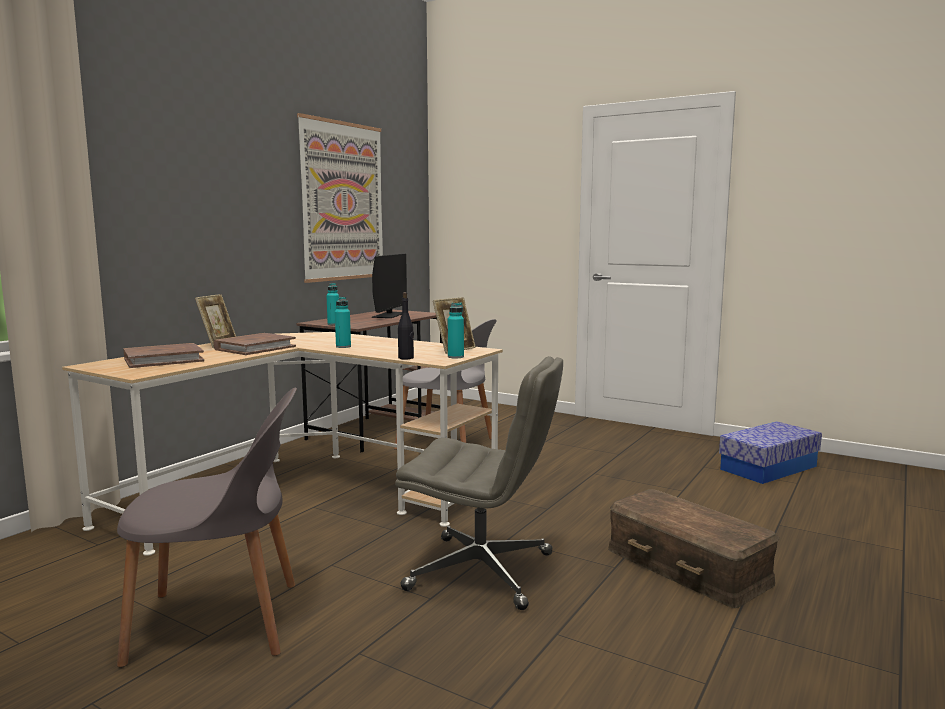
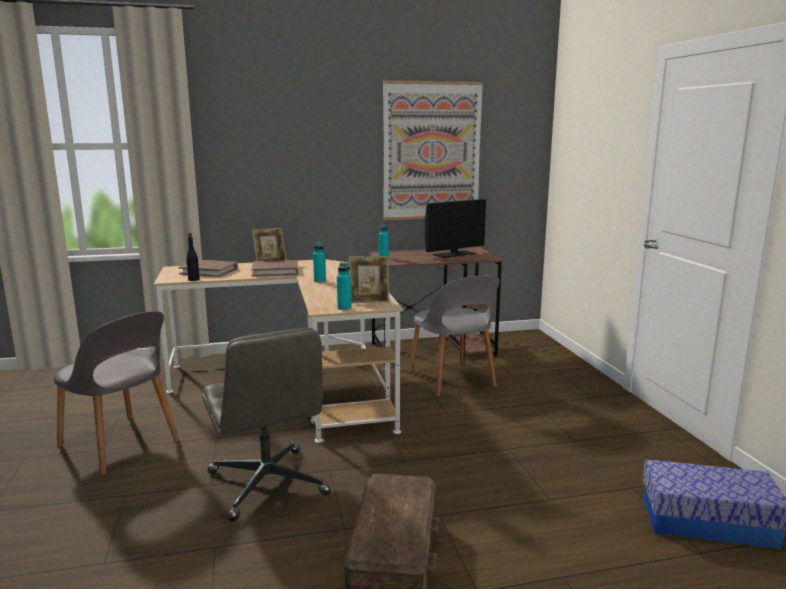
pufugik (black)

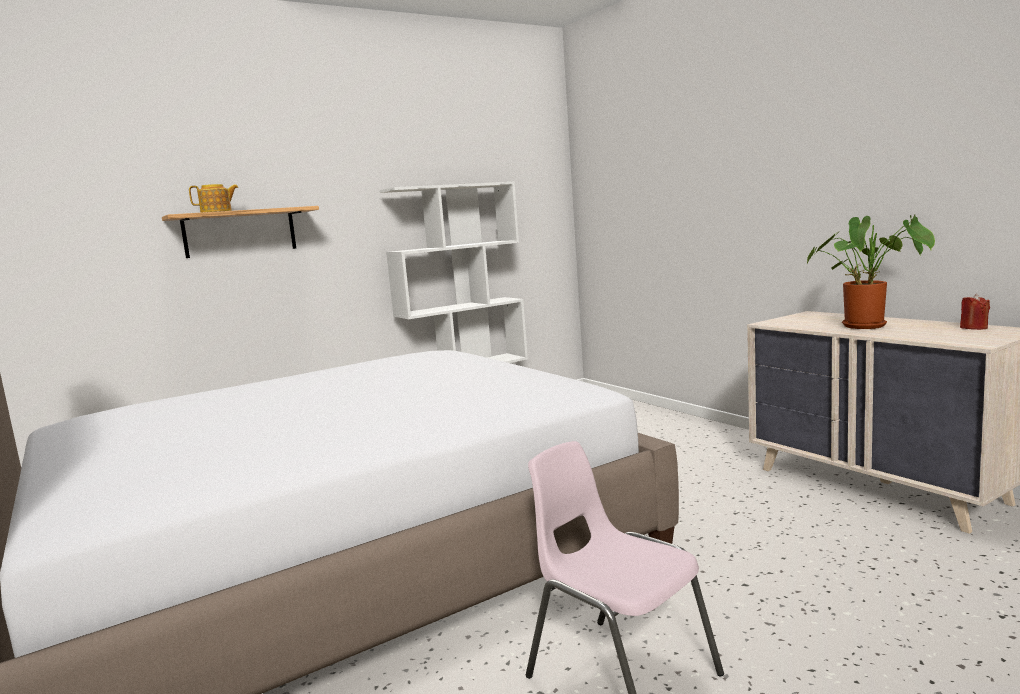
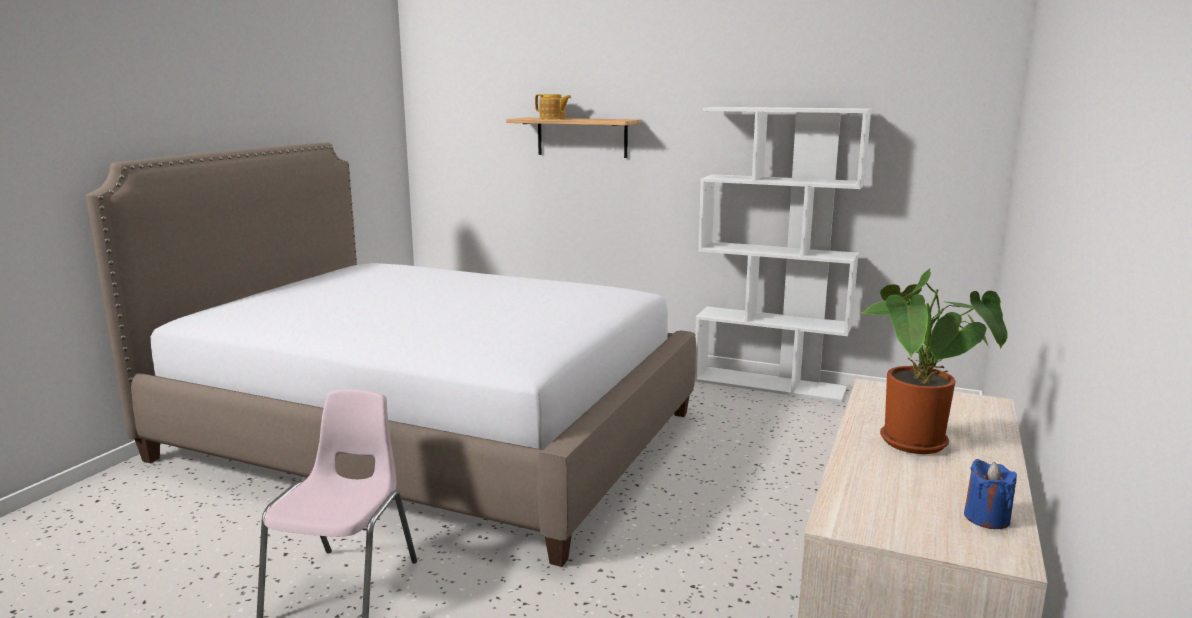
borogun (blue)

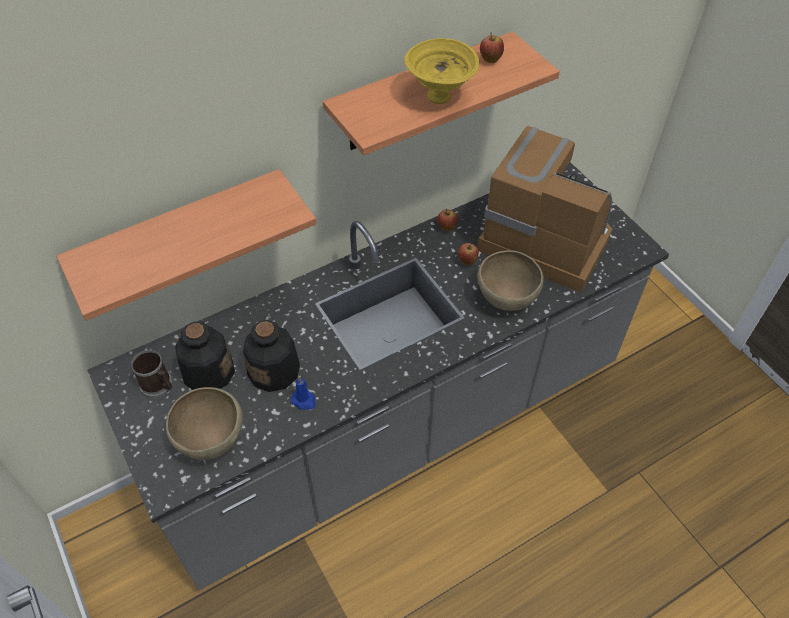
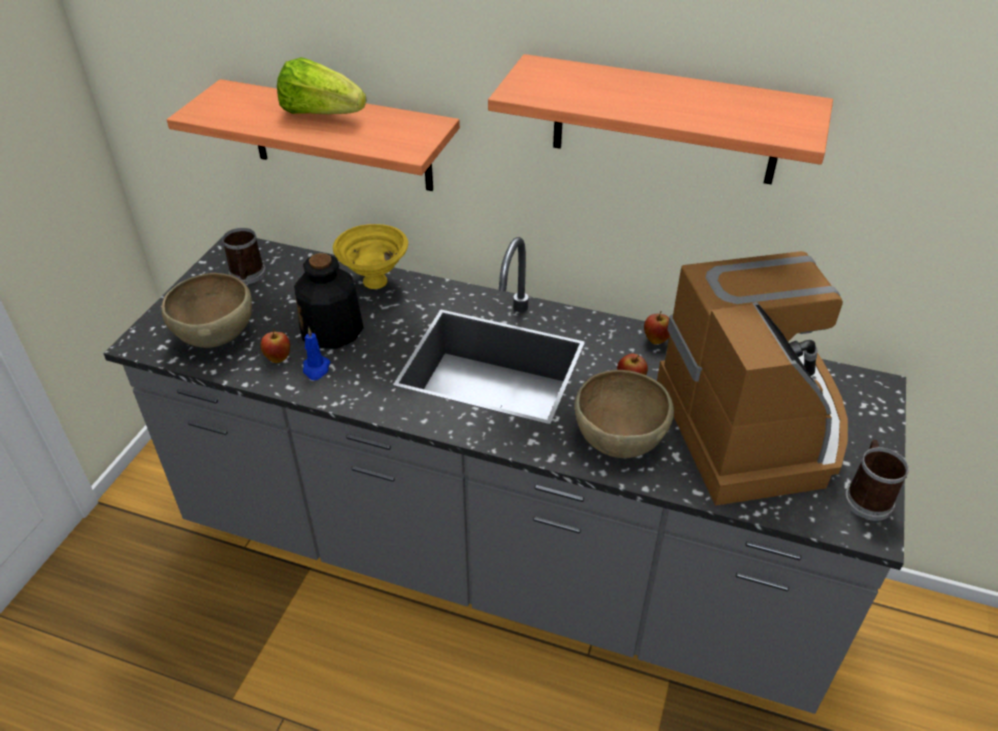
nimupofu (1st from left)
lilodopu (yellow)
pufugik (1st from left in the first image)
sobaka
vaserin (2nd from left)

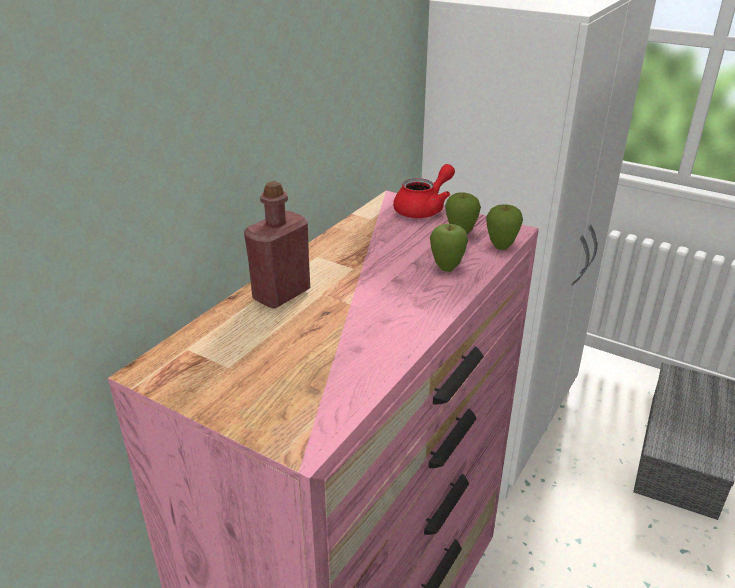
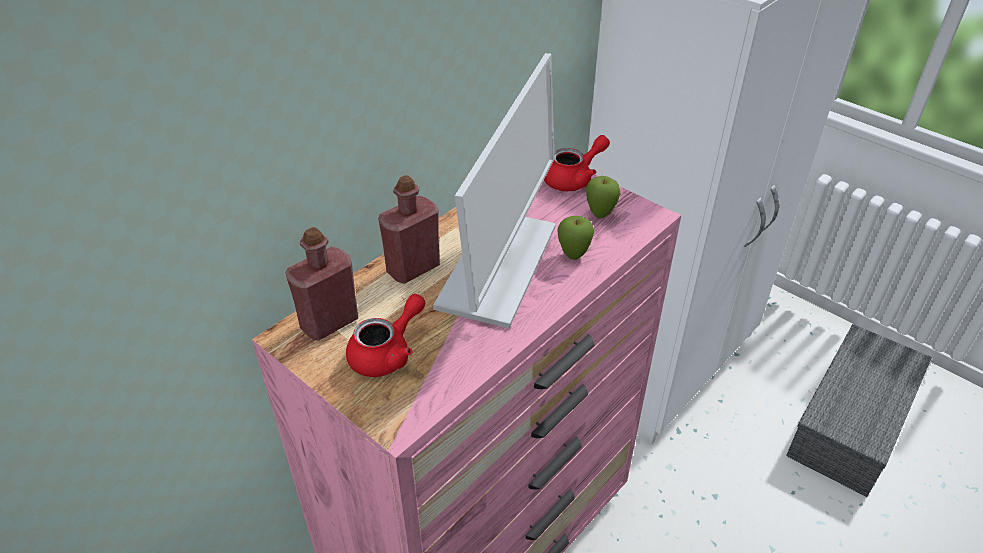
nimupofu (3rd from left in the first image)
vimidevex
pufugik (red) (1st from left)
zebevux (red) (1st from left)

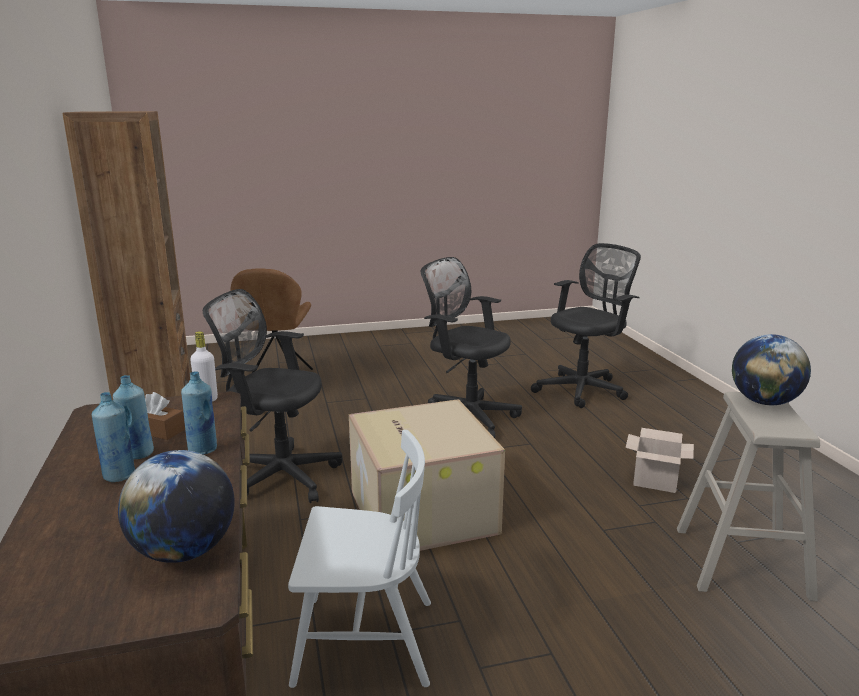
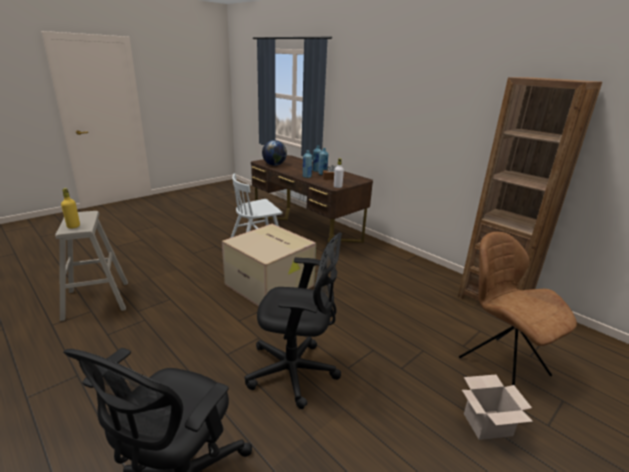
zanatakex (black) (1st from left in the first image)
pufugik (yellow)
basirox (2nd from left)

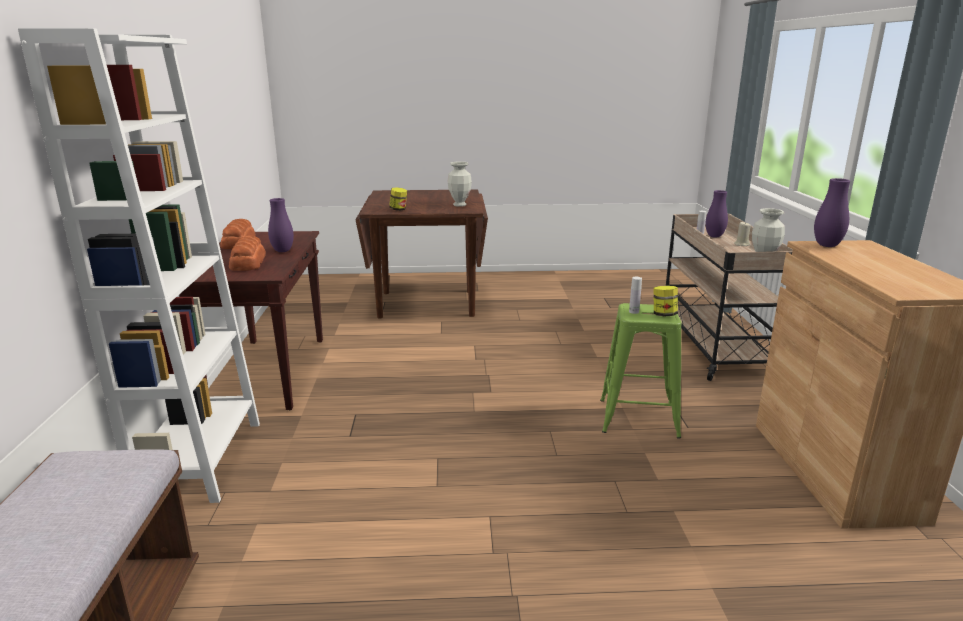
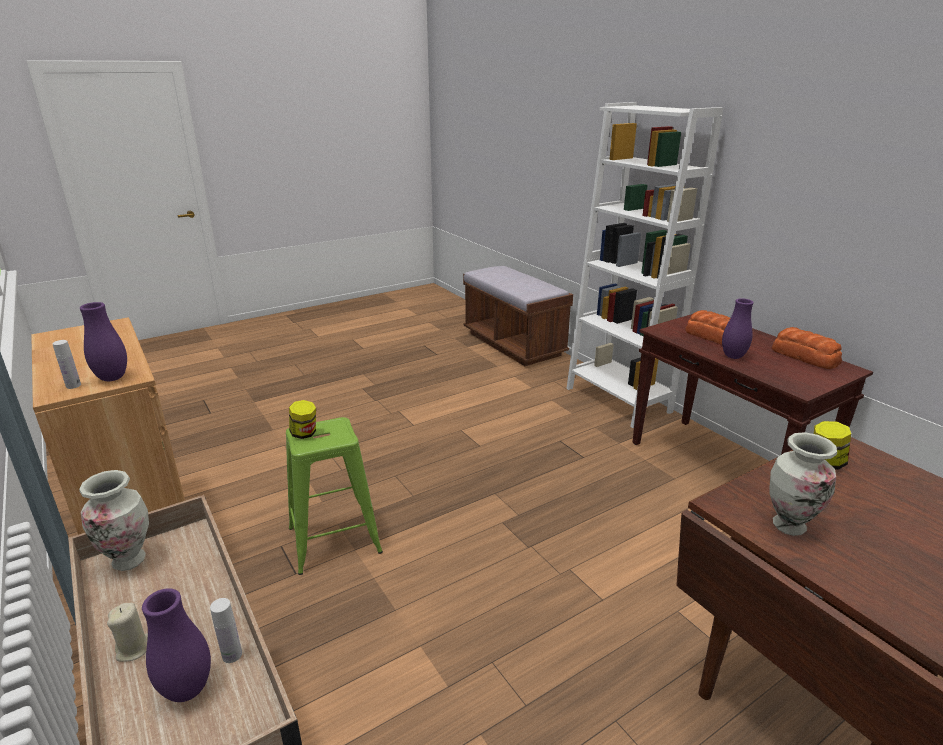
pufugik (white) (1st from left)

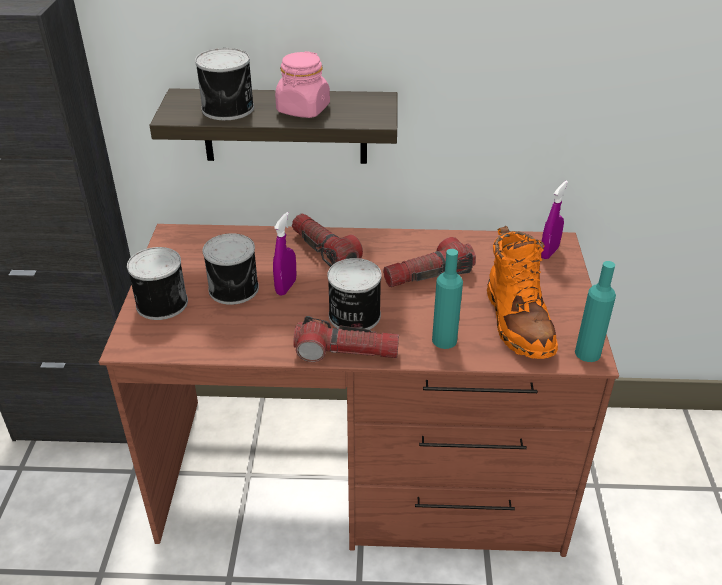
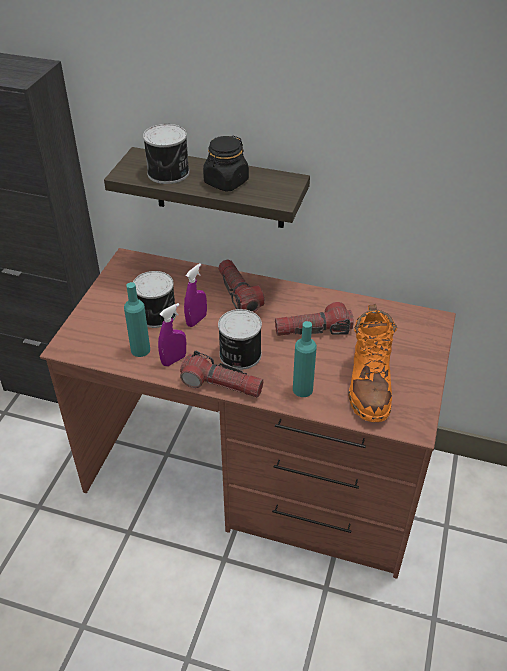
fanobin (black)
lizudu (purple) (1st from left)
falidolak (1st from left in the first image)
pufugik (turquoise) (1st from left)

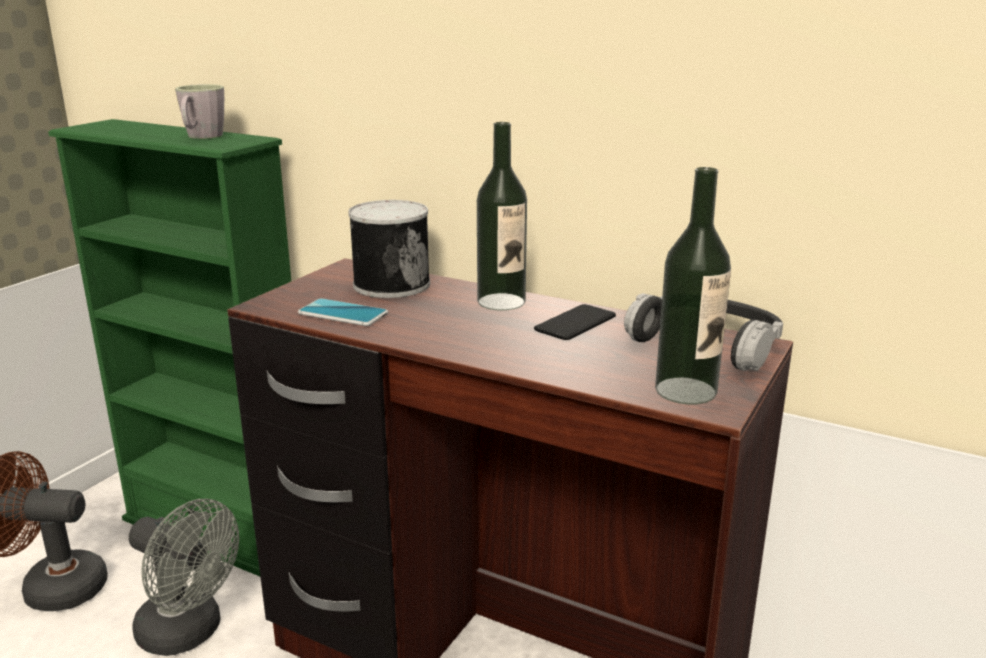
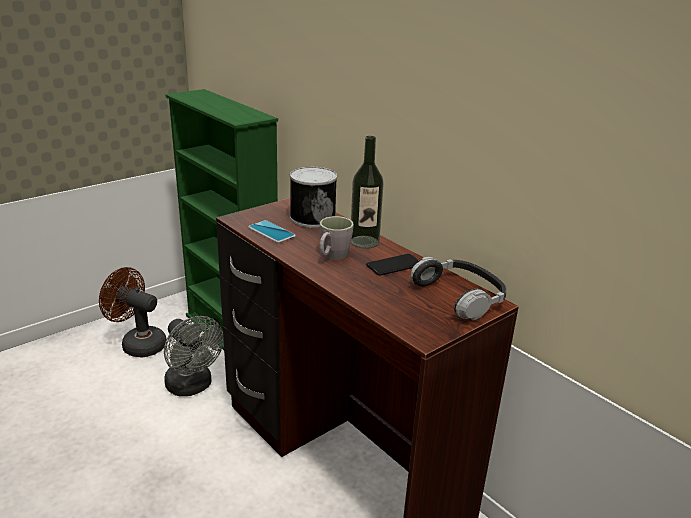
vaserin (grey)
pufugik (2nd from left in the first image)

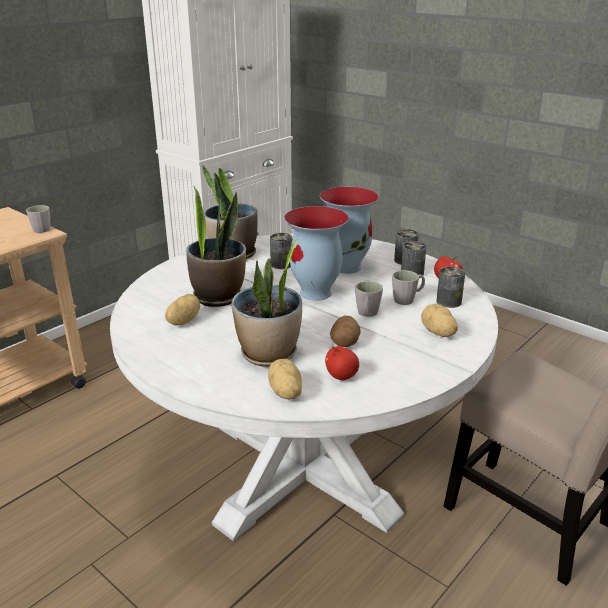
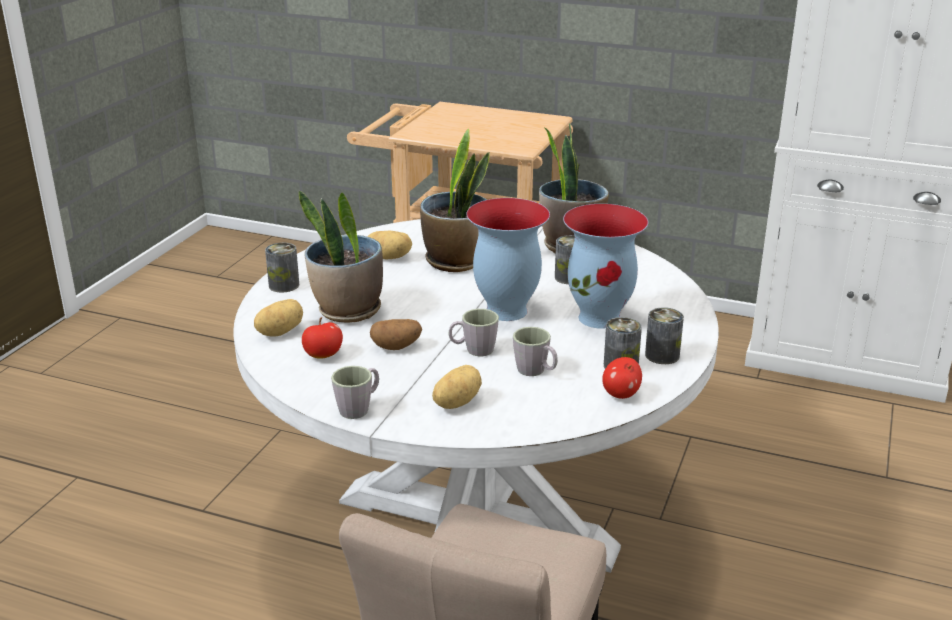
vaserin (grey) (1st from left)
falidolak (1st from left)

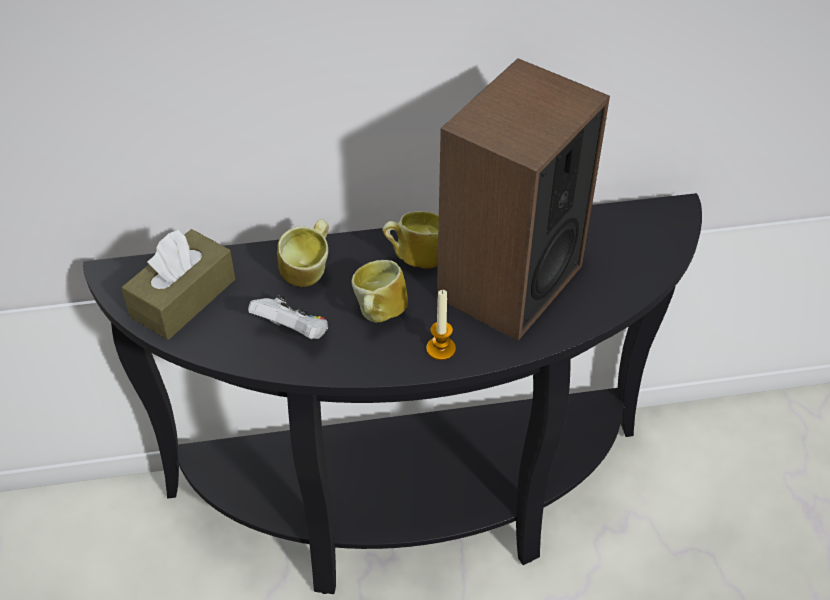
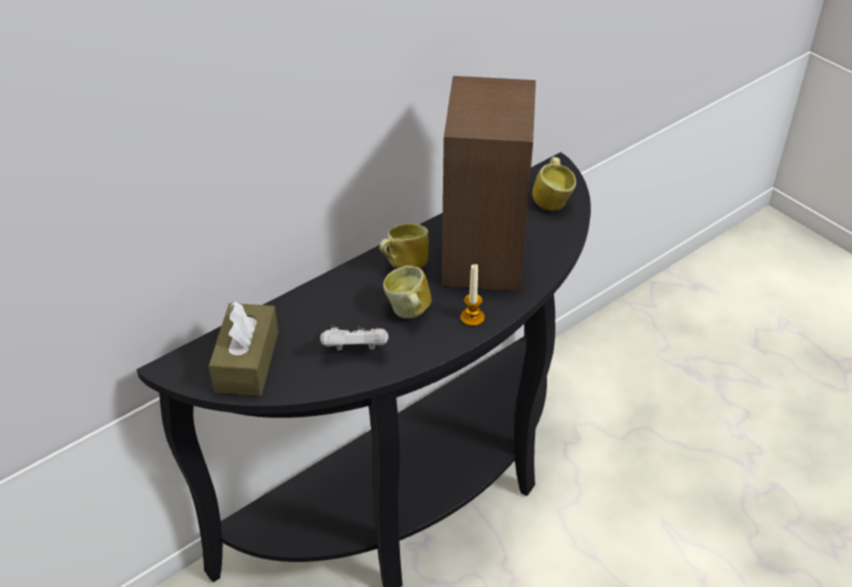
vaserin (3rd from left)

